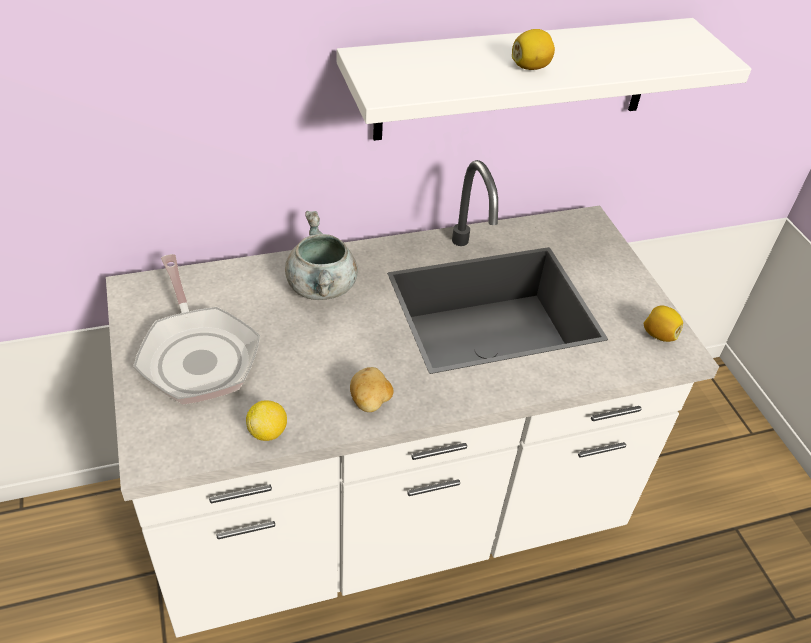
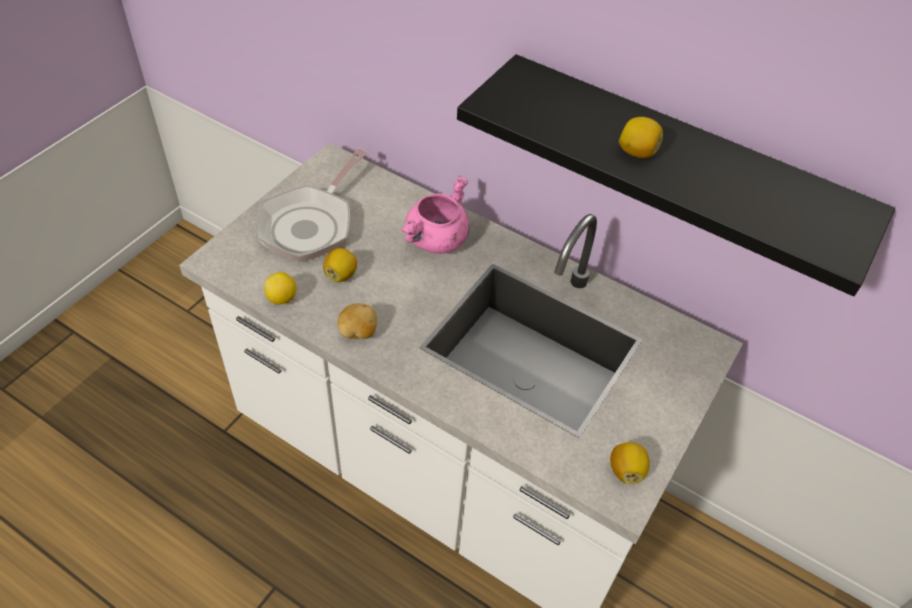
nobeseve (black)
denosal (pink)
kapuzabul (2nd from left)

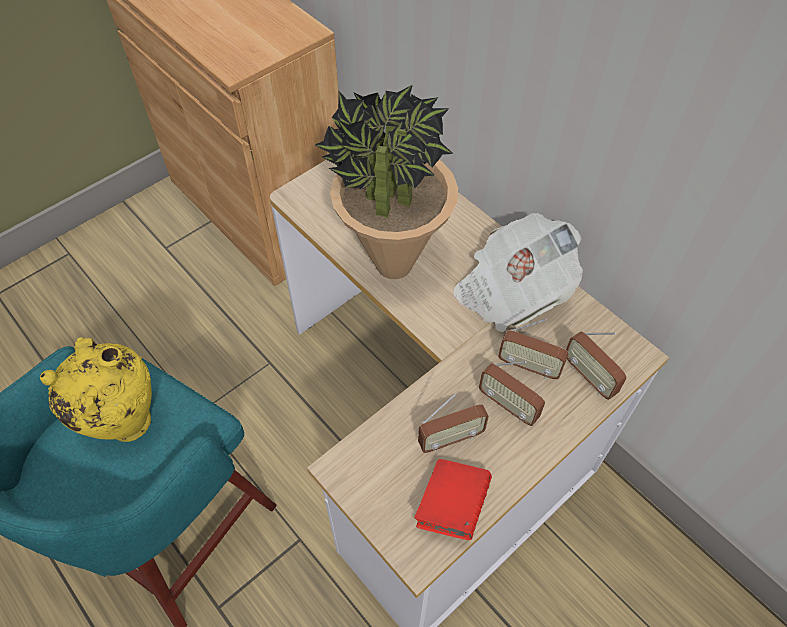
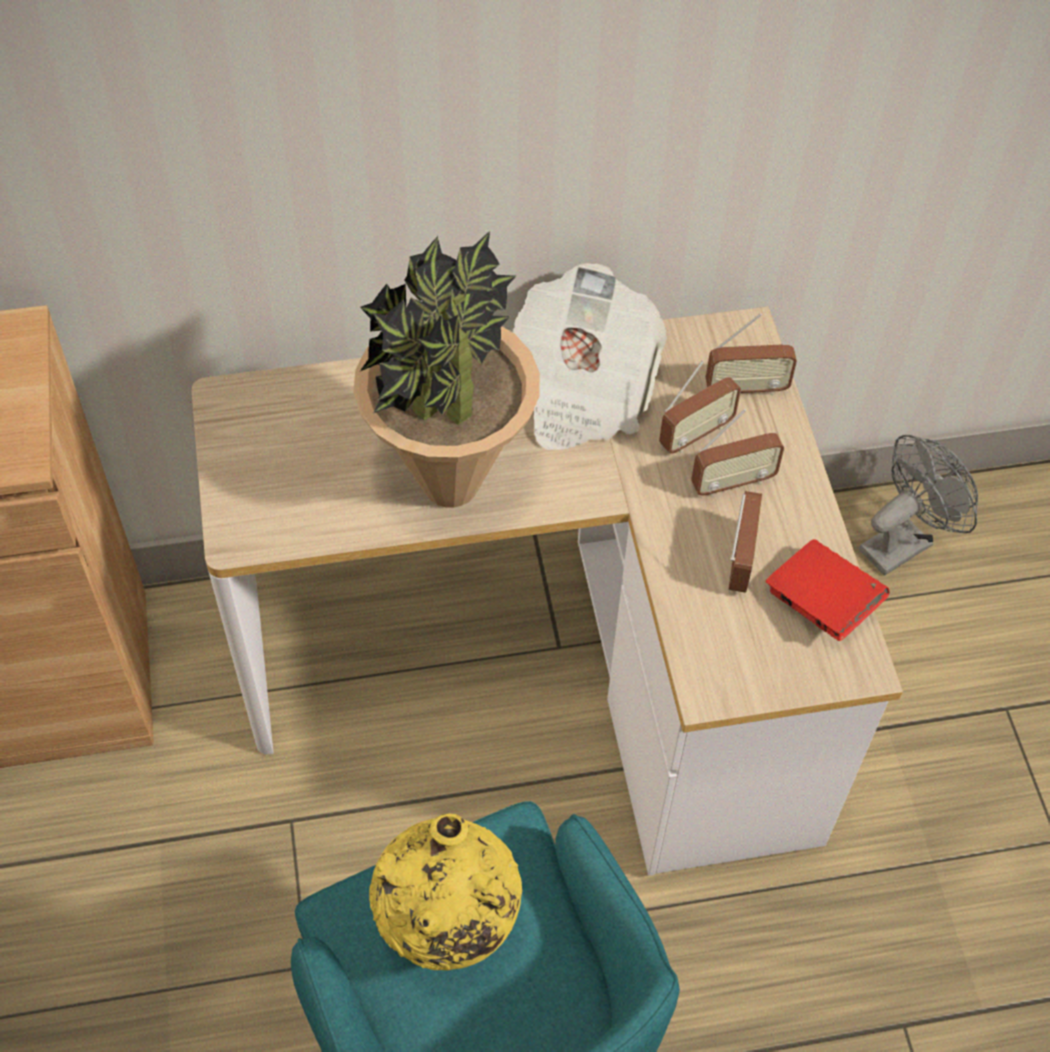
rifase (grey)

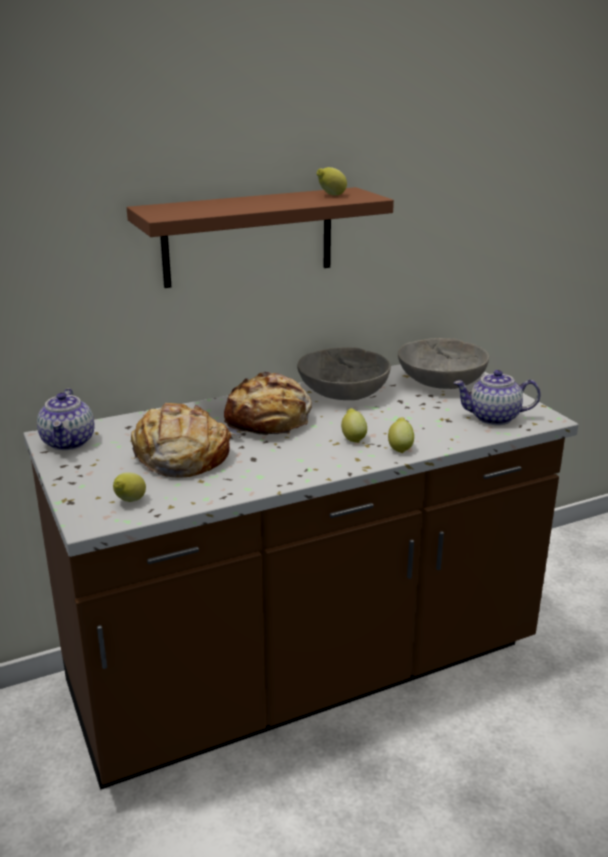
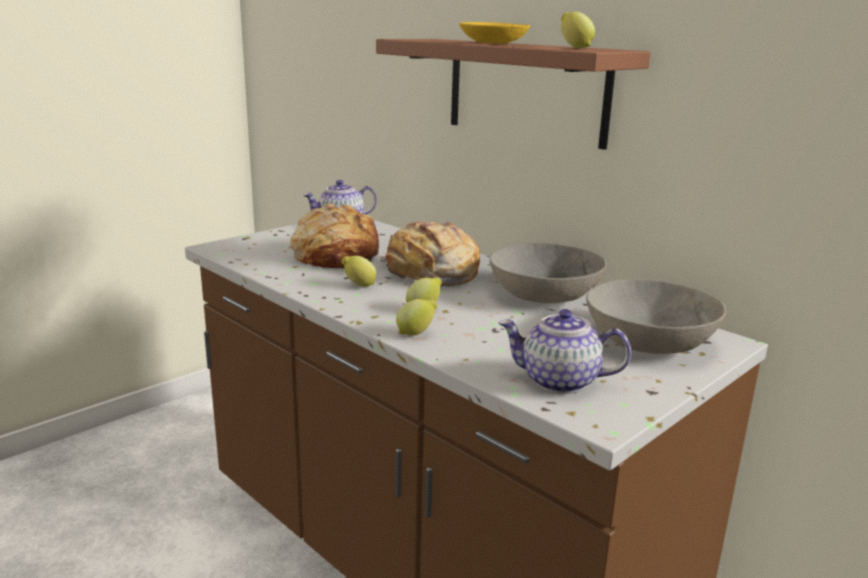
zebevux (2nd from left)
kapuzabul (1st from left)
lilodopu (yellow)

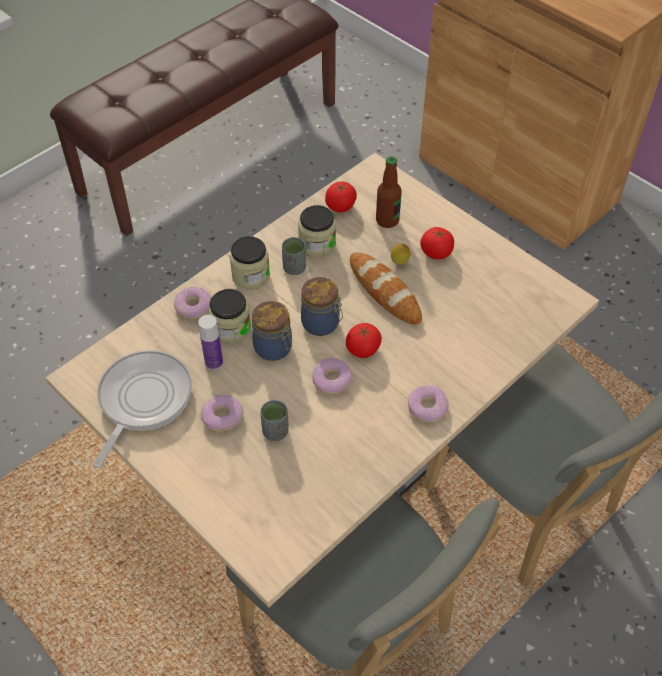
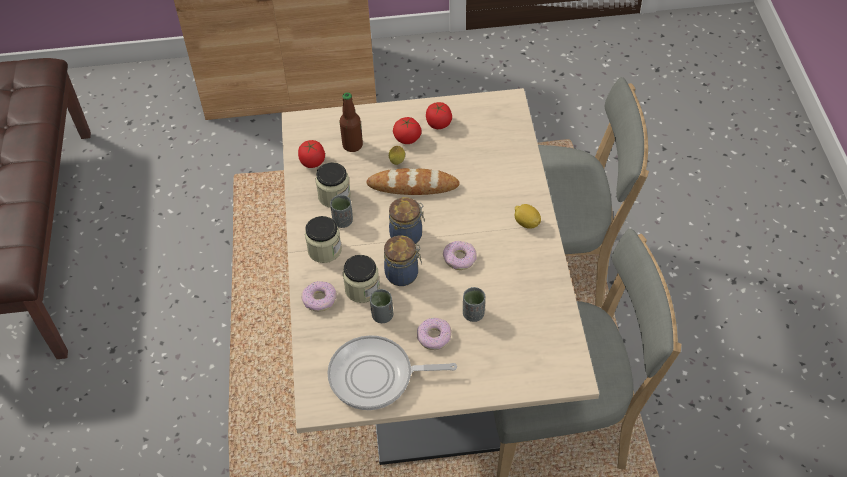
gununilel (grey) (2nd from left)
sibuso (3rd from left)
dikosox
kapuzabul (2nd from left)

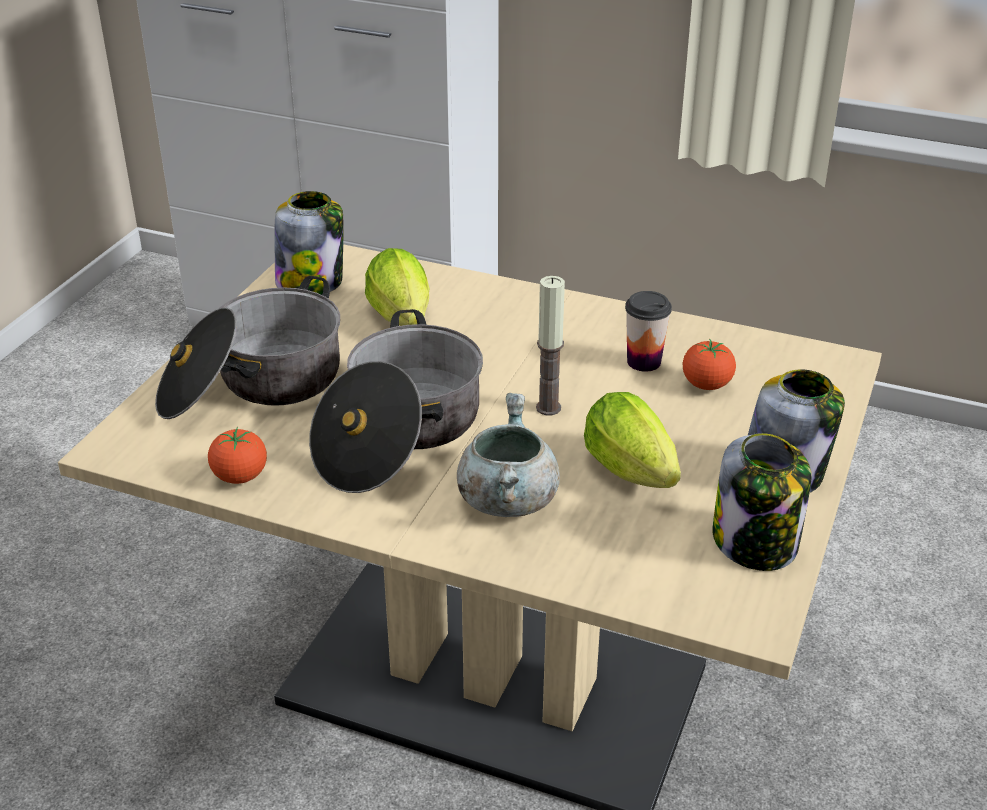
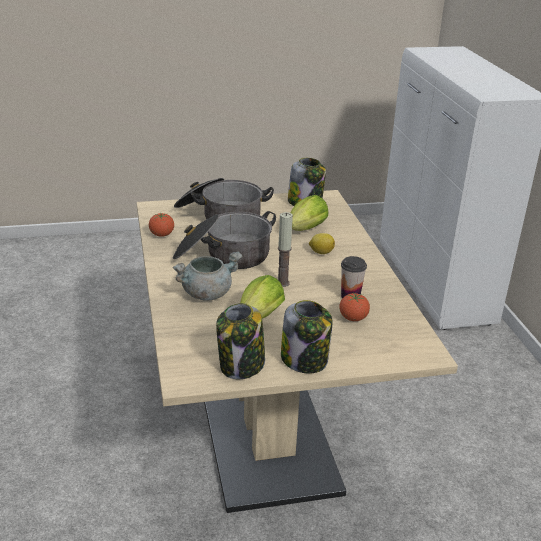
kapuzabul

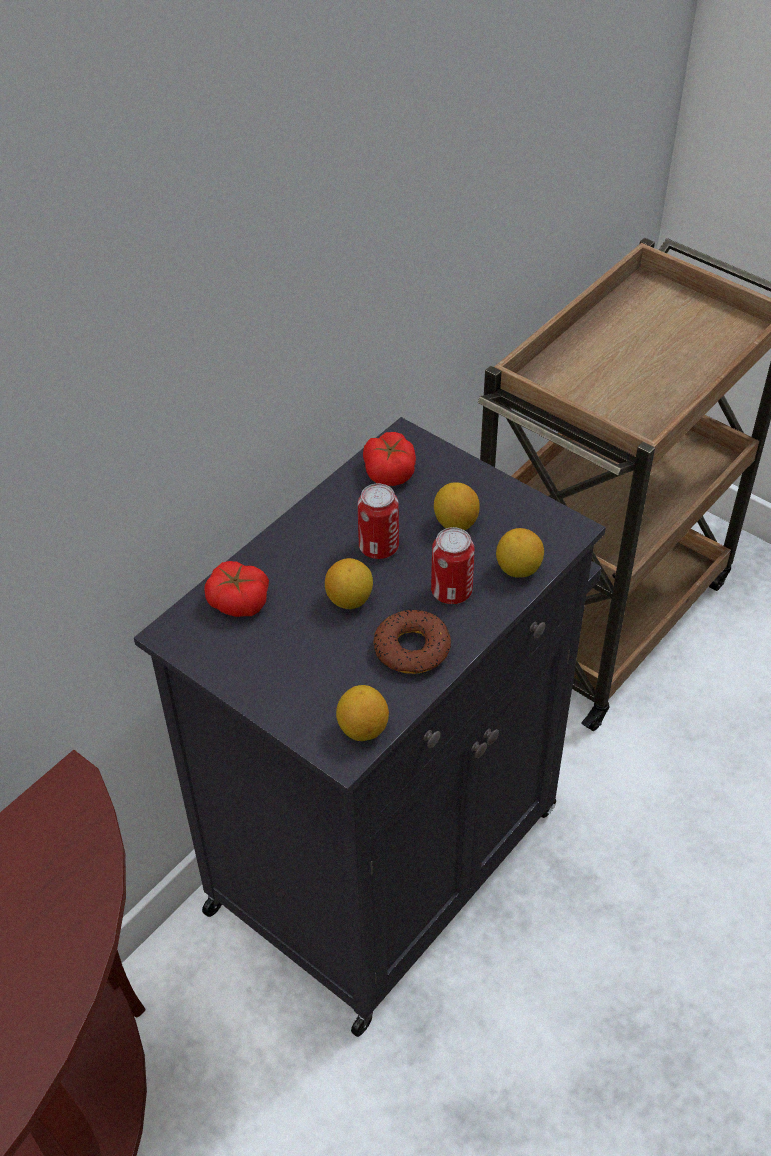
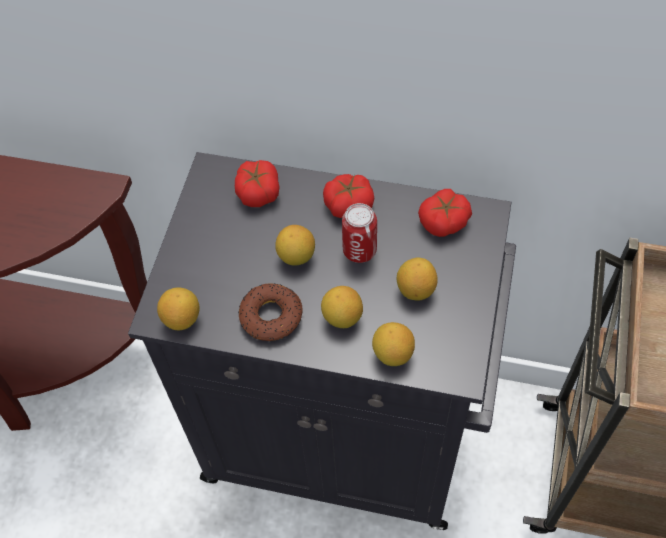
kapuzabul (3rd from left)
sibuso (2nd from left)

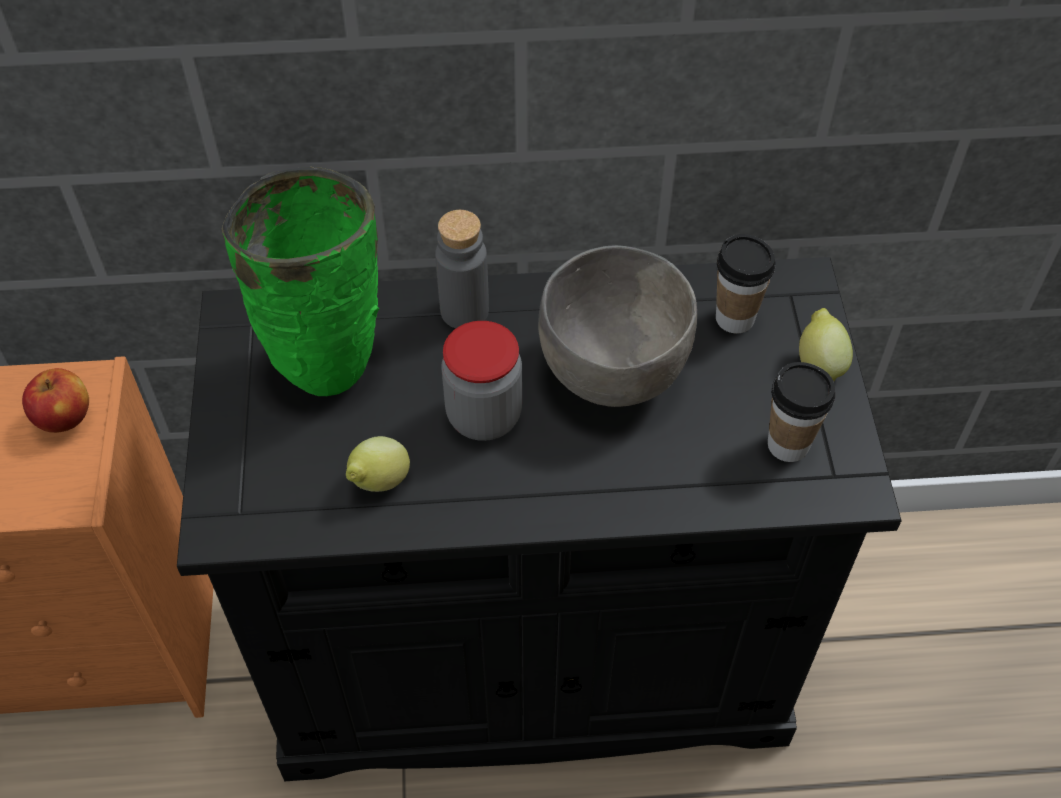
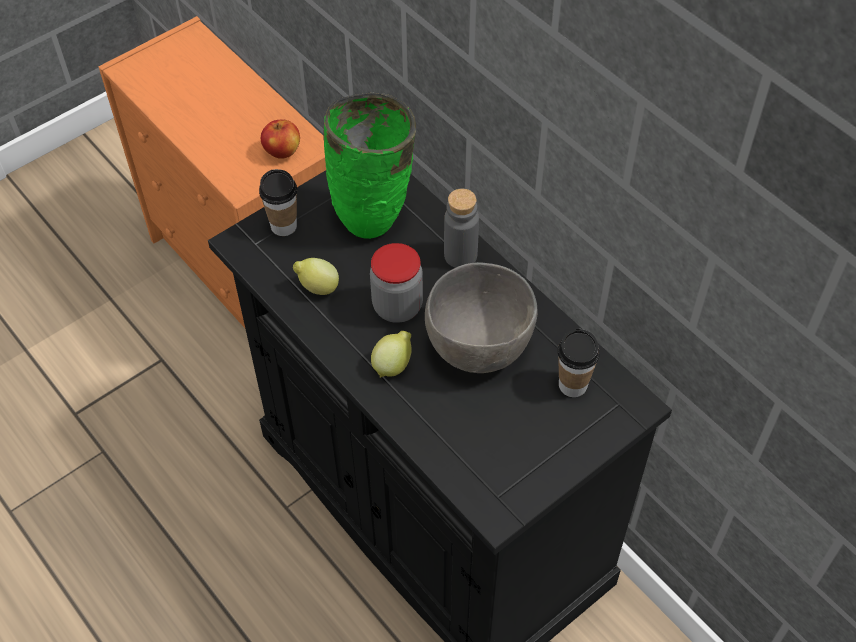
kapuzabul (2nd from left)
gununilel (1st from left)

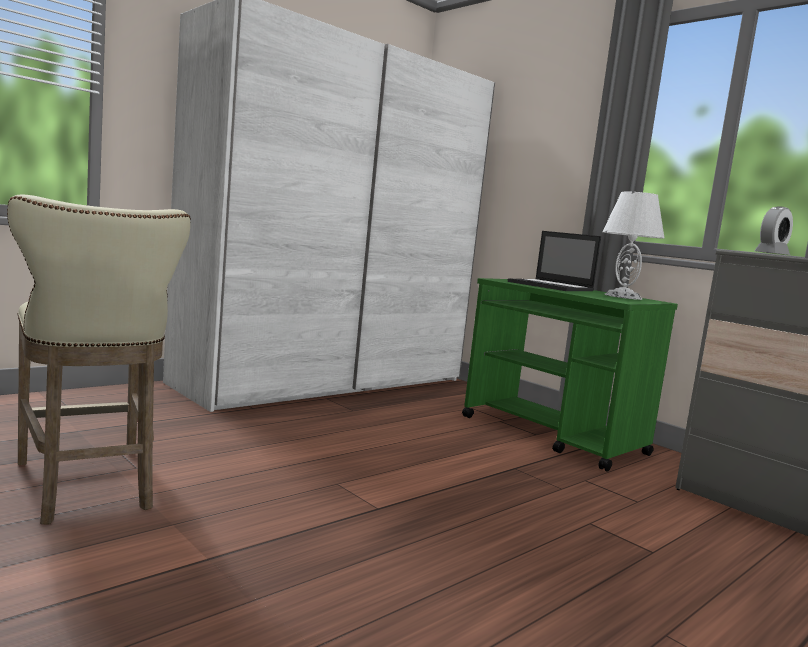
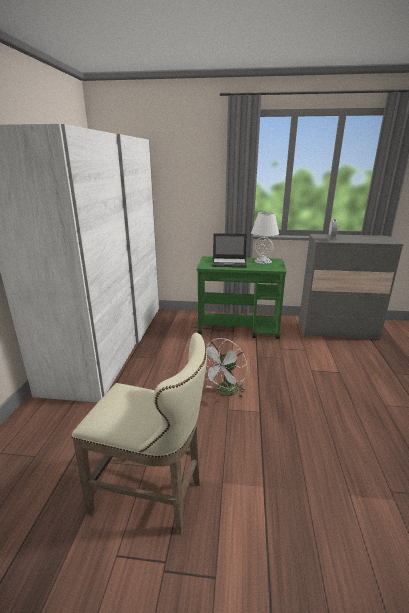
rifase (white)

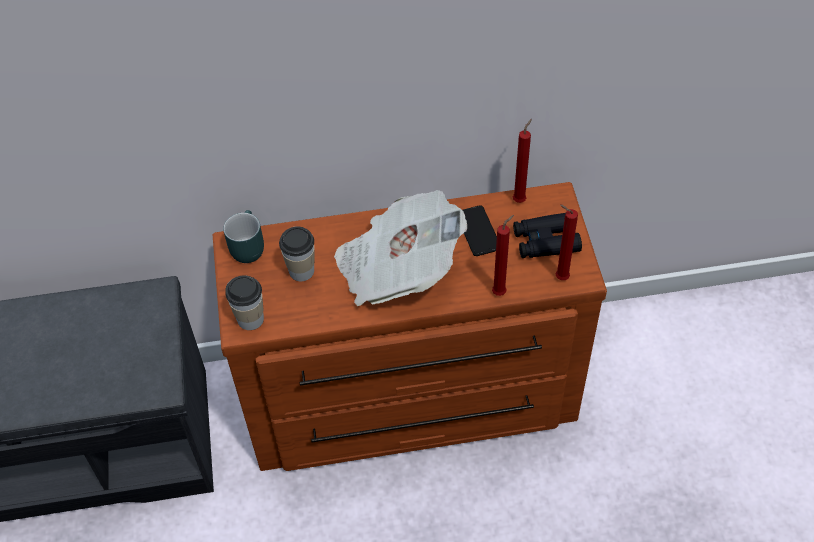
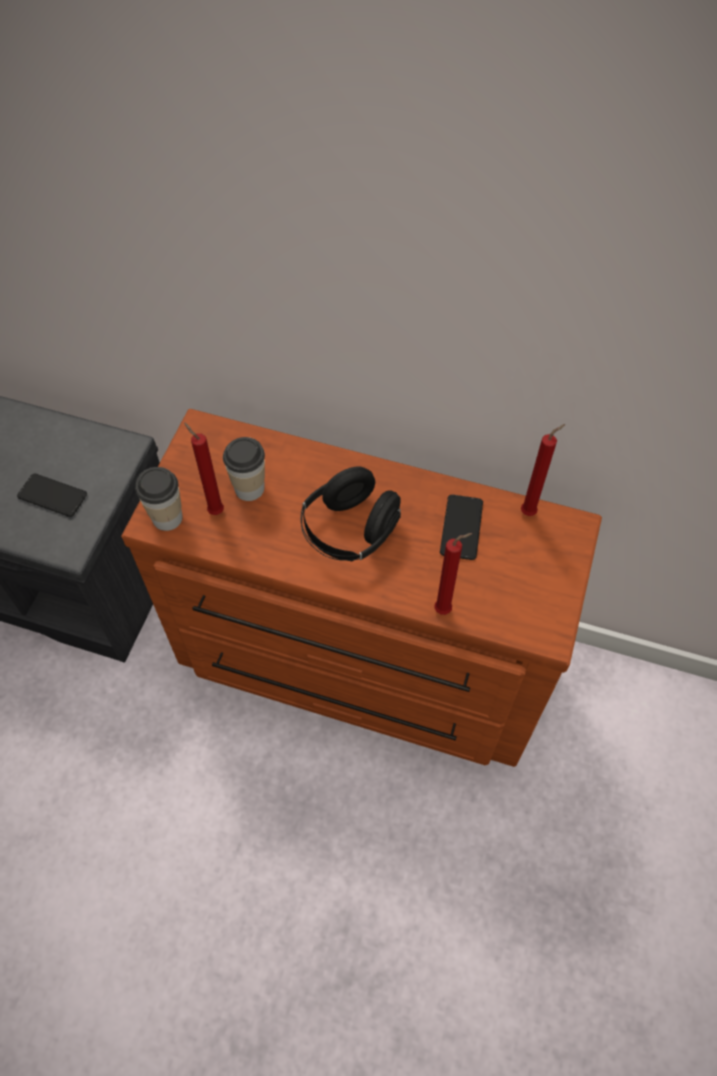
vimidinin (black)
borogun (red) (1st from left)
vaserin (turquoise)
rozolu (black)
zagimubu (1st from left)

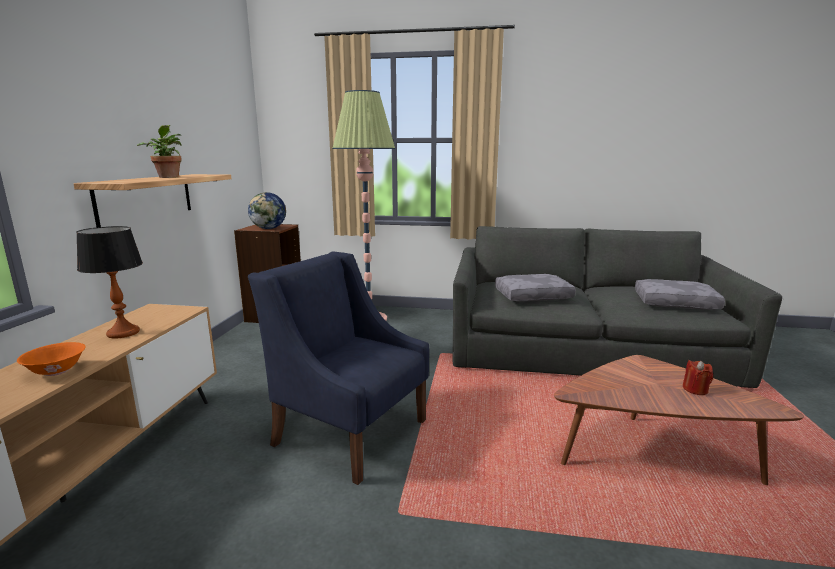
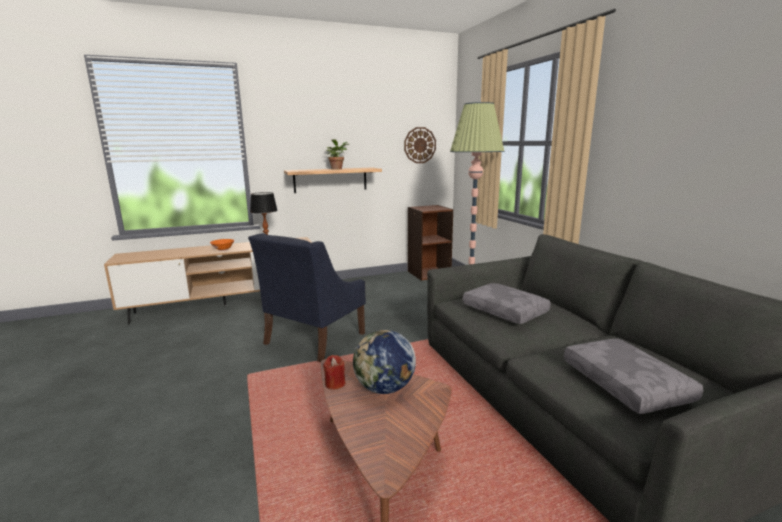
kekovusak
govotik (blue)
borogun (red)
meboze

